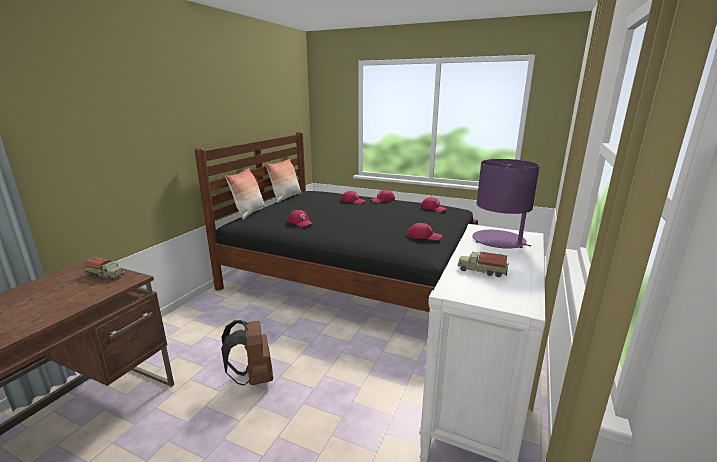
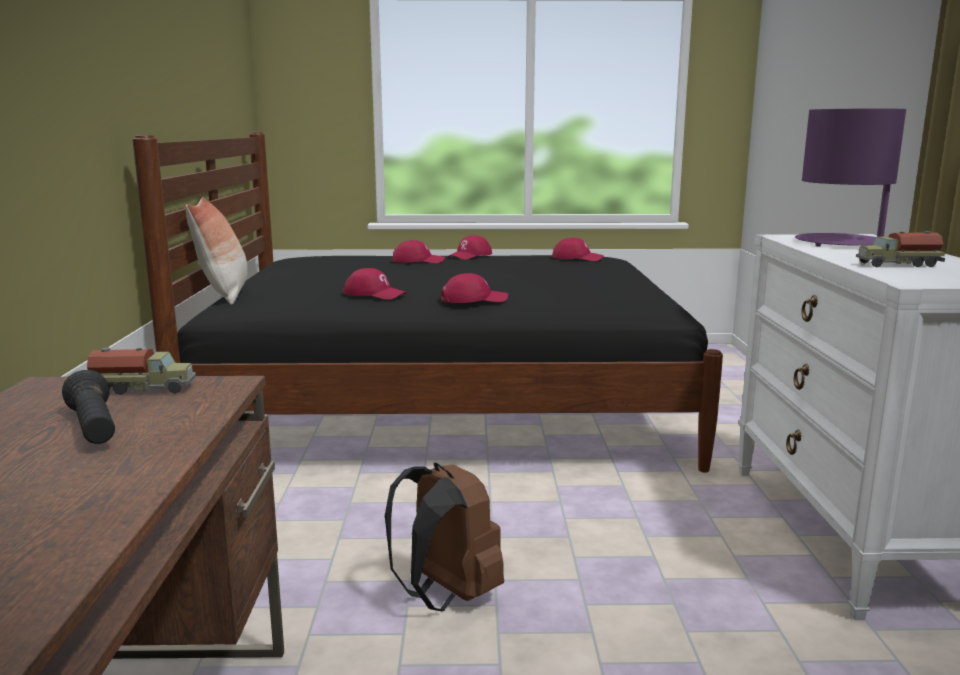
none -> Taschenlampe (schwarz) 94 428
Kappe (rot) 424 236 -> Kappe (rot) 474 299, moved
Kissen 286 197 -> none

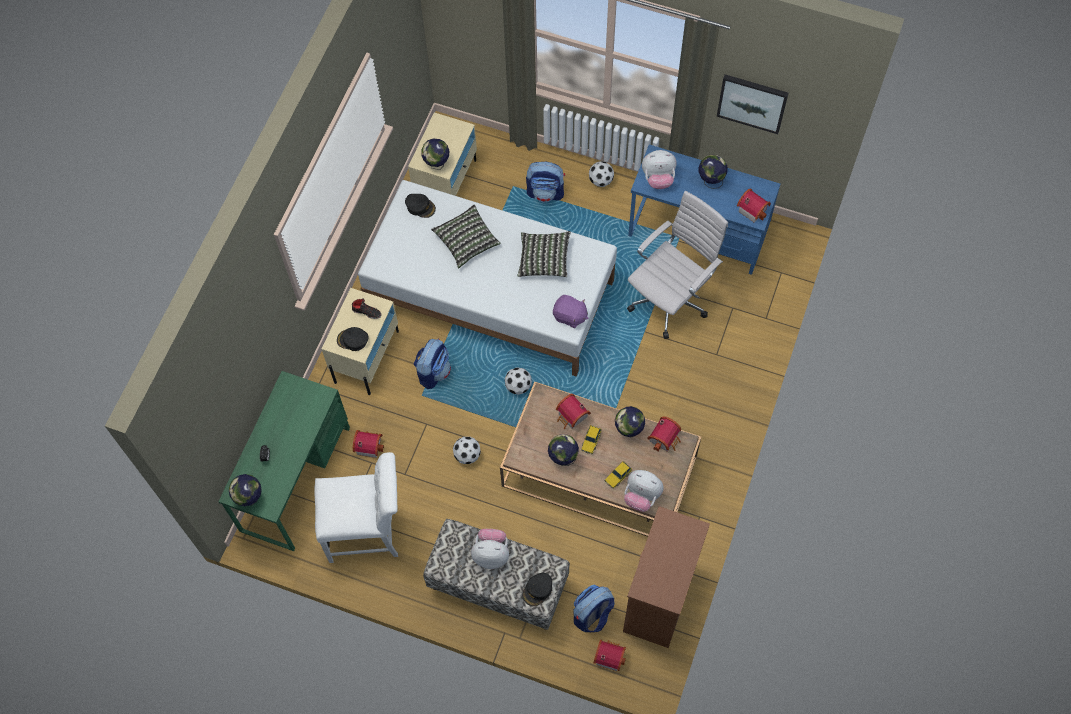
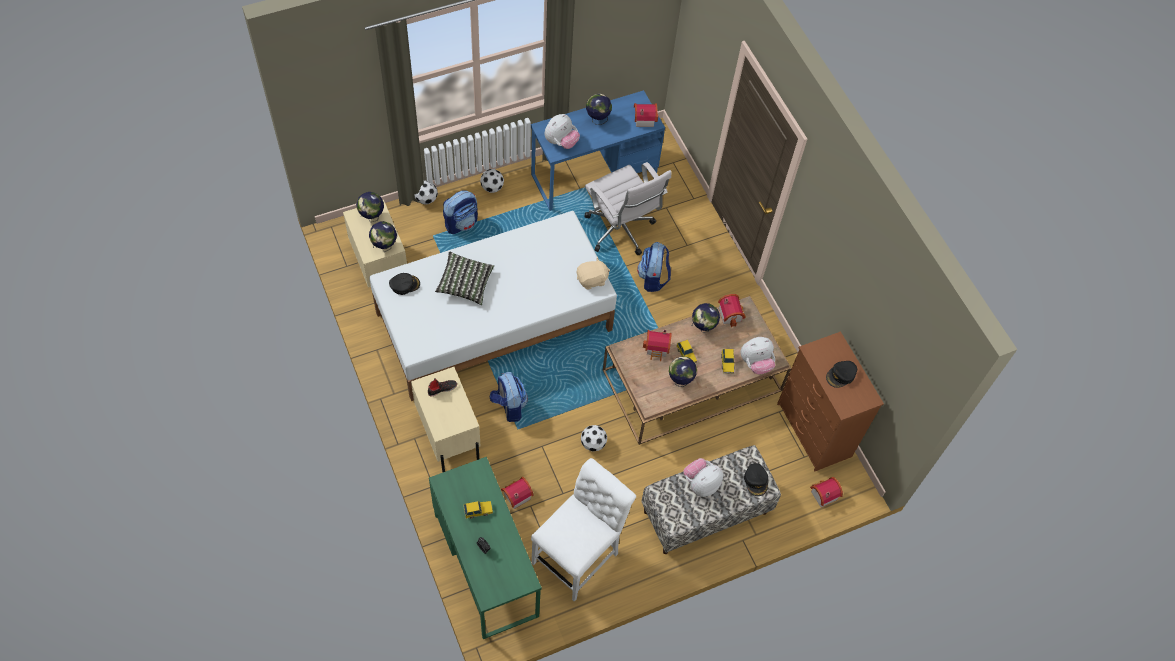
Globus 250 498 -> Globus 372 217, moved
Fußball 518 386 -> Fußball 426 199, moved
none -> Spielzeugauto 478 510
Plüschtier (lila) 570 316 -> Plüschtier (beige) 592 280
Bürostuhl (weiß) 671 299 -> Bürostuhl (weiß) 621 232, 150 degrees clockwise
Rucksack 592 615 -> Rucksack 653 278, moved
Kappe (schwarz) 353 340 -> Kappe (schwarz) 841 375, moved
Kissen 544 259 -> none
Bild 752 102 -> none

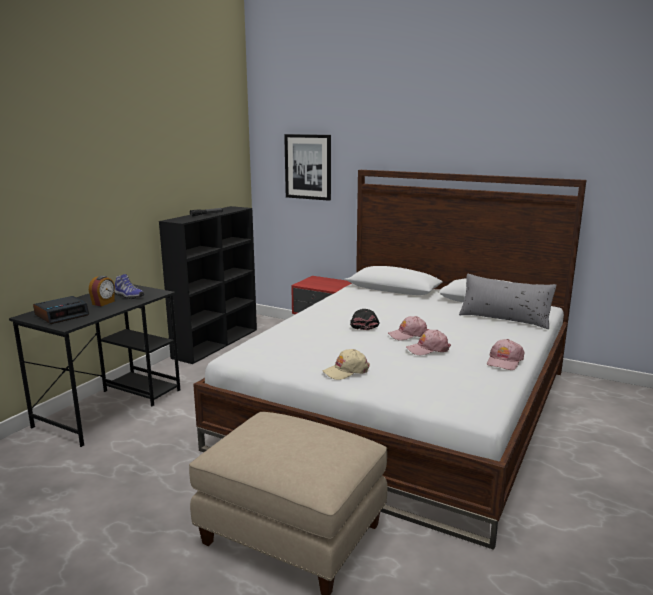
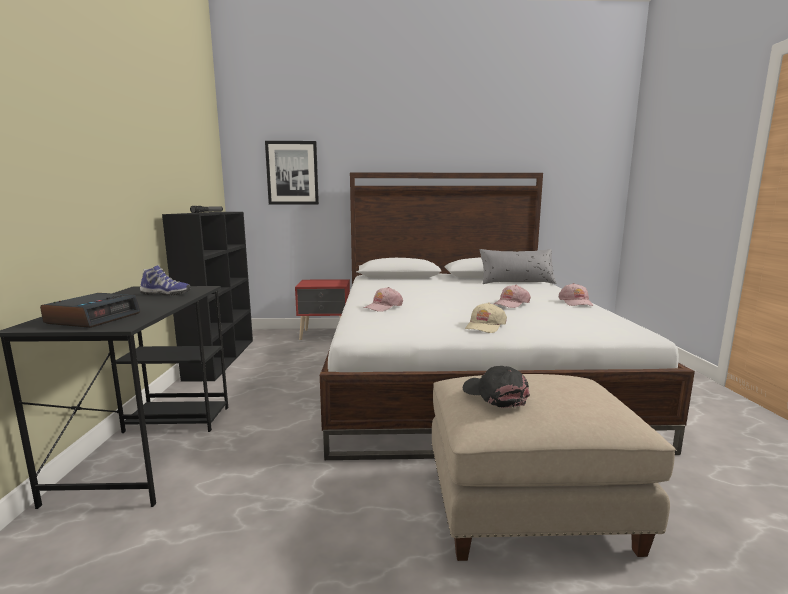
Kappe (rosa) 408 334 -> Kappe (rosa) 383 307, moved
Kappe (schwarz) 363 324 -> Kappe (schwarz) 495 394, moved
Wecker 103 303 -> none

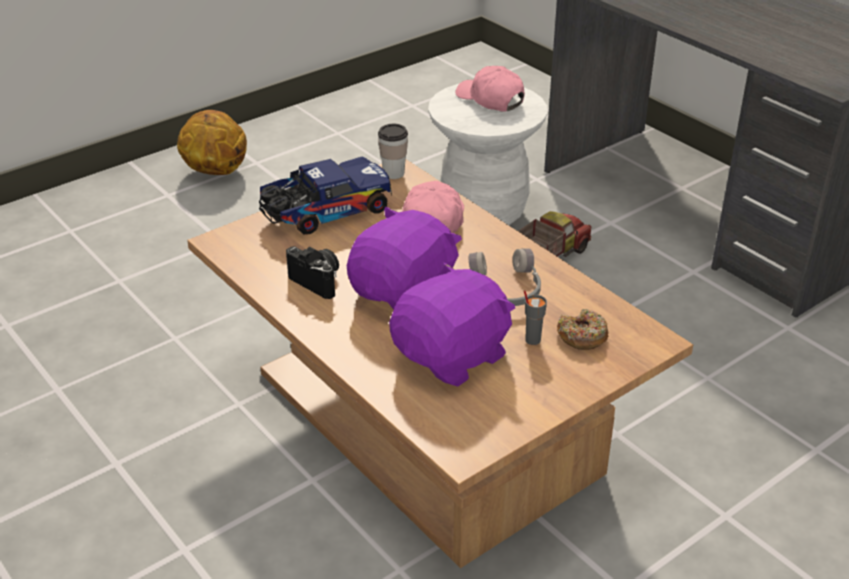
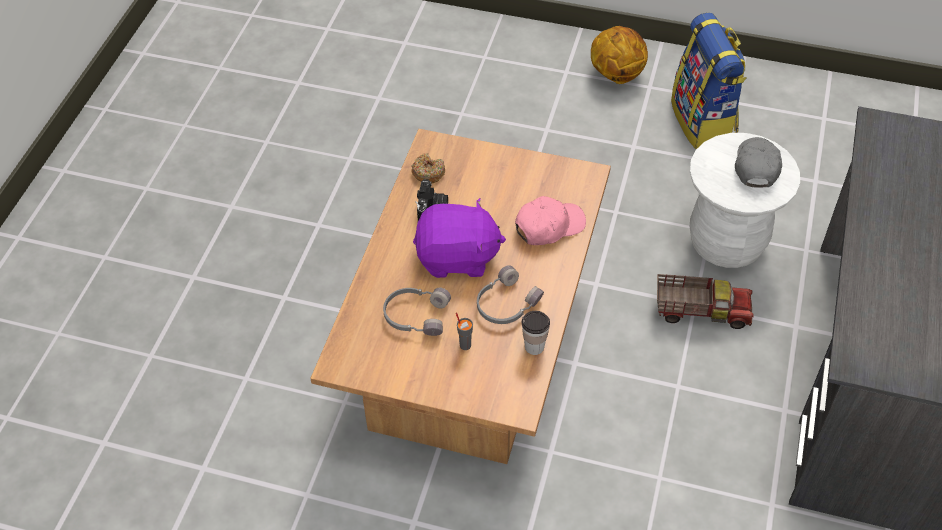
Plüschtier (lila) 453 356 -> Kopfhörer (grau) 416 315
Donut 582 336 -> Donut 428 173, moved
Tasse 393 173 -> Tasse 534 347, moved
none -> Rucksack 703 121
Kappe (rosa) 490 99 -> Kappe (grau) 756 166
Spielzeuglaster 325 213 -> none

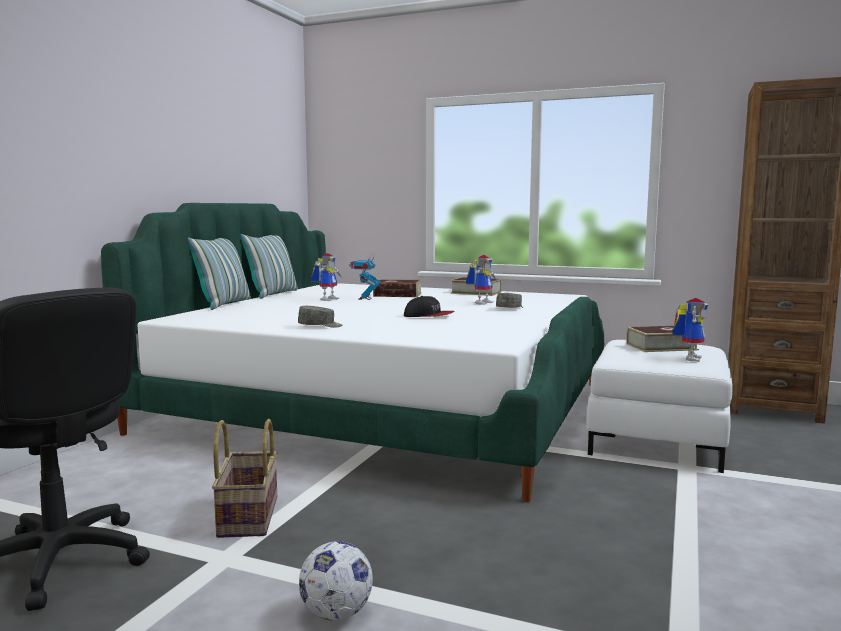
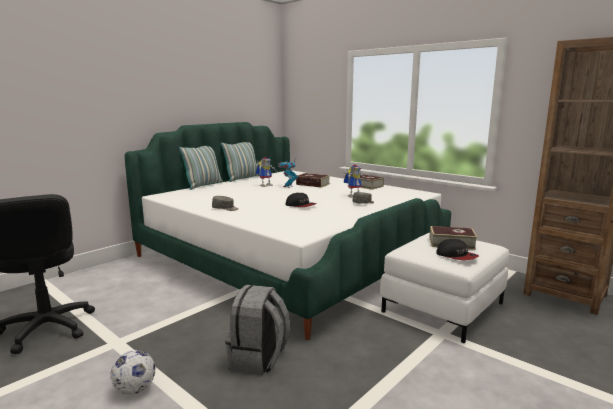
none -> Rucksack (grau) 258 359
Spielzeugroboter 688 358 -> Kappe 456 256
Korb 247 516 -> none

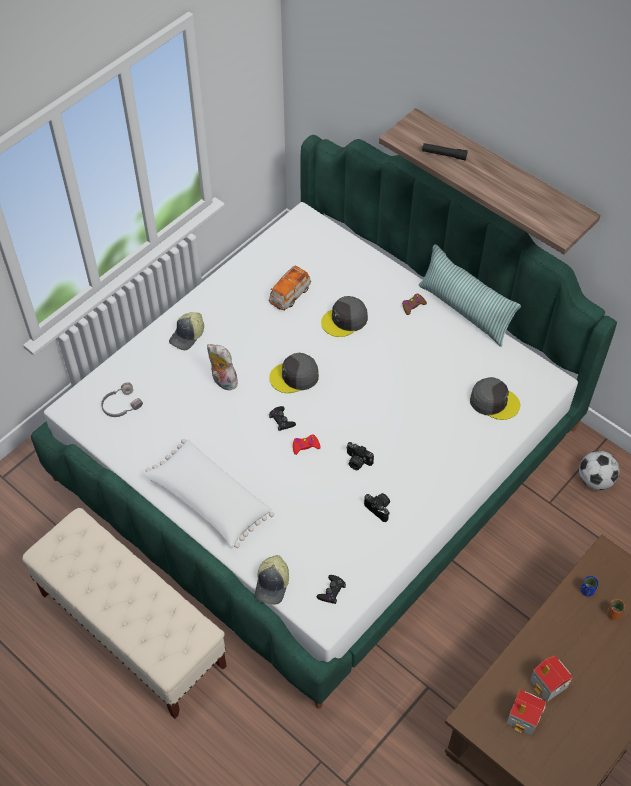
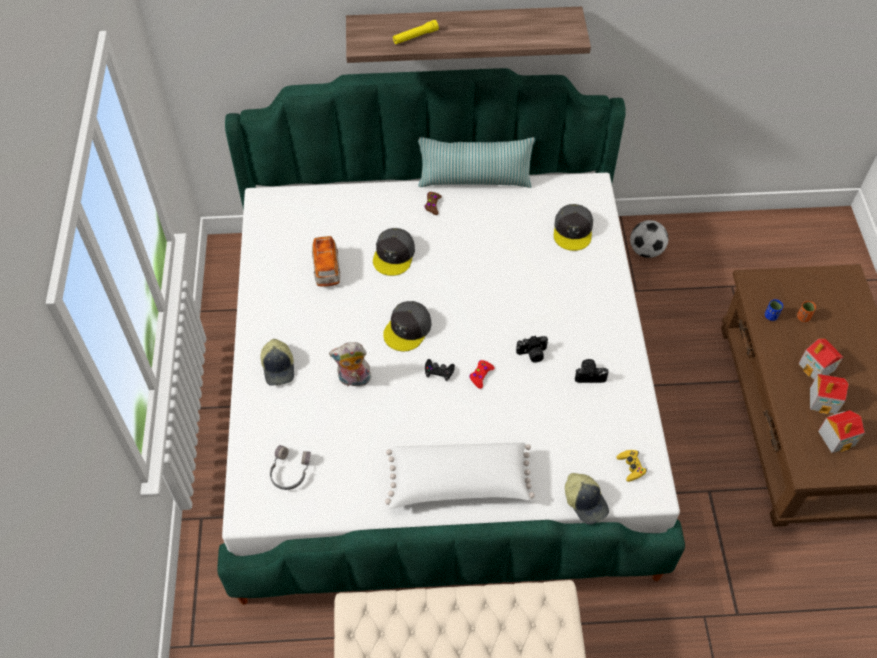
Taschenlampe (schwarz) 444 154 -> Taschenlampe (gelb) 415 36
Kappe (grau) 494 401 -> Kappe (grau) 573 230, 120 degrees clockwise
Gamepad (schwarz) 331 591 -> Gamepad (gelb) 631 466
none -> Spielzeughaus 817 367

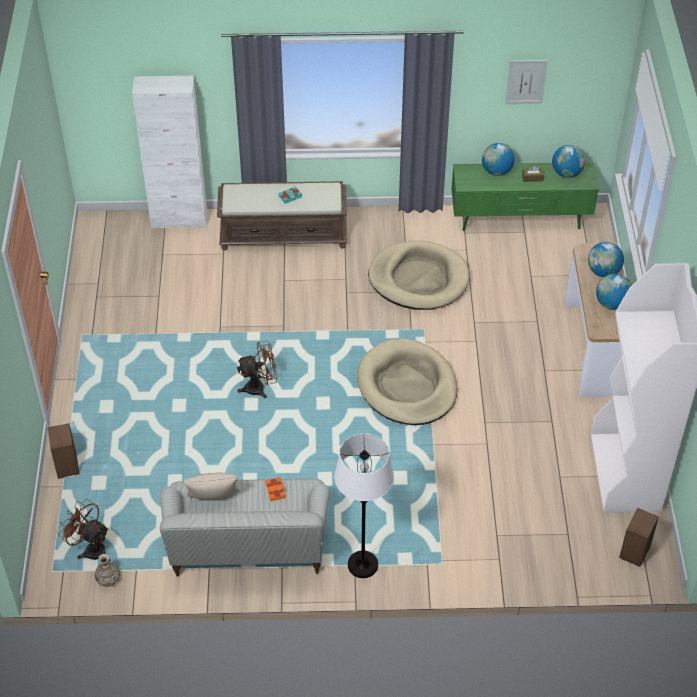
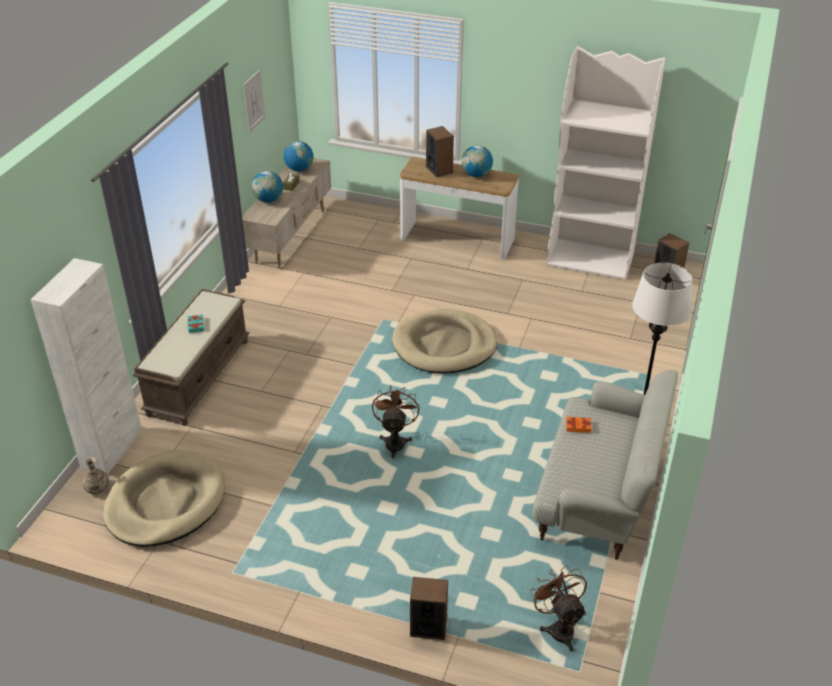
Vase 108 579 -> Vase 97 488, moved
Hundebett (beige) 418 279 -> Hundebett (beige) 165 502, moved
Fernsehschrank (grün) 520 221 -> Fernsehschrank (beige) 291 237
Globus 603 272 -> Lautsprecher 439 170
Ventilator (braun) 91 549 -> Ventilator (braun) 558 627, 105 degrees clockwise
Kissen (beige) 213 501 -> none

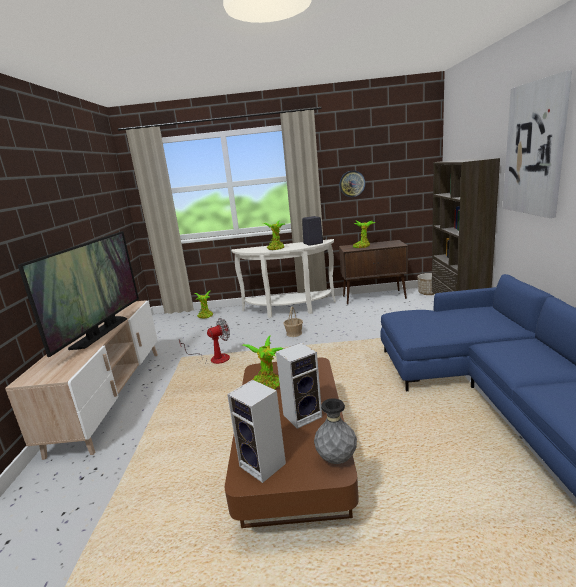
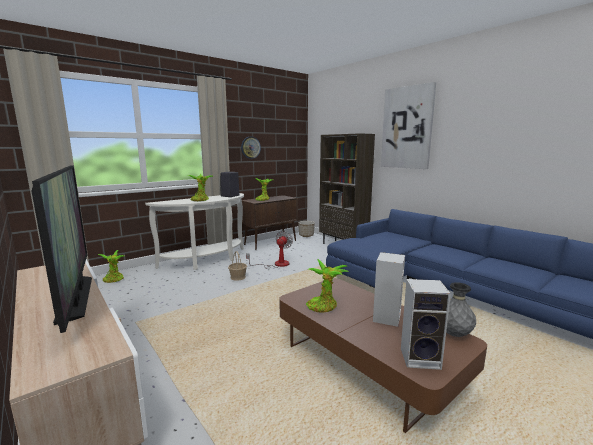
Ventilator 214 359 -> Ventilator 276 264, moved

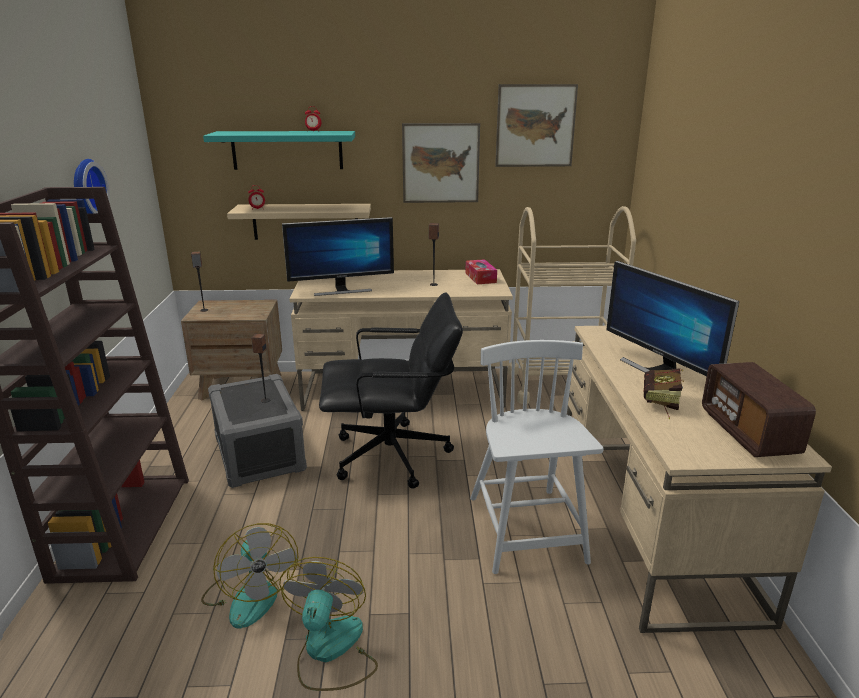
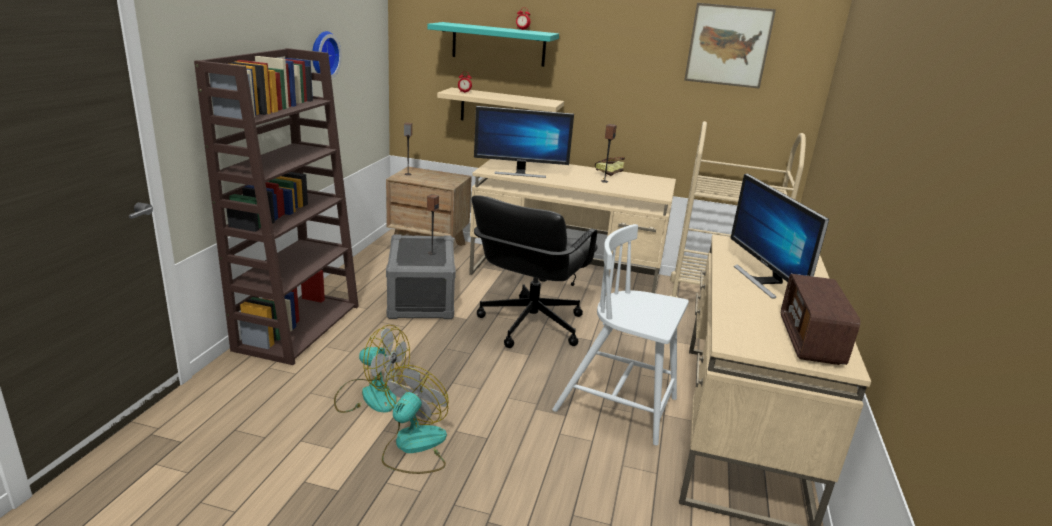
Ventilator 250 595 -> Ventilator 370 395, 60 degrees counterclockwise
Bürostuhl (schwarz) 392 456 -> Bürostuhl (schwarz) 530 324, 105 degrees clockwise
Stuhl (weiß) 526 531 -> Stuhl (weiß) 618 406, 75 degrees counterclockwise
Buch 660 404 -> Buch 607 174, moved
Bild 440 163 -> none
Taschentuchbox 480 277 -> none

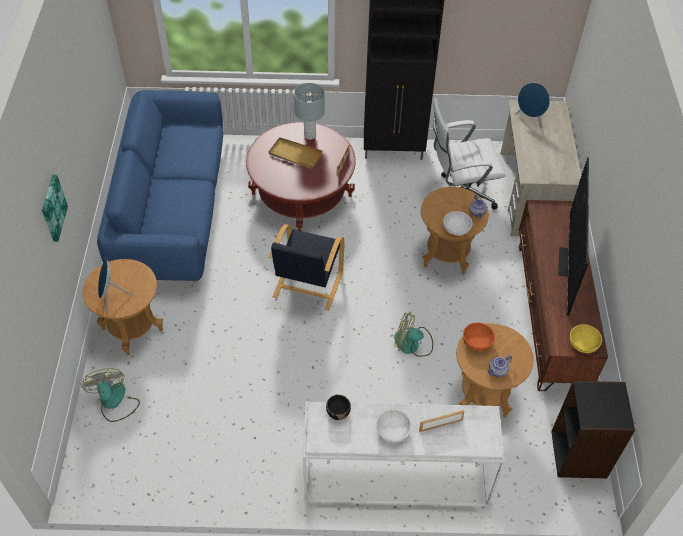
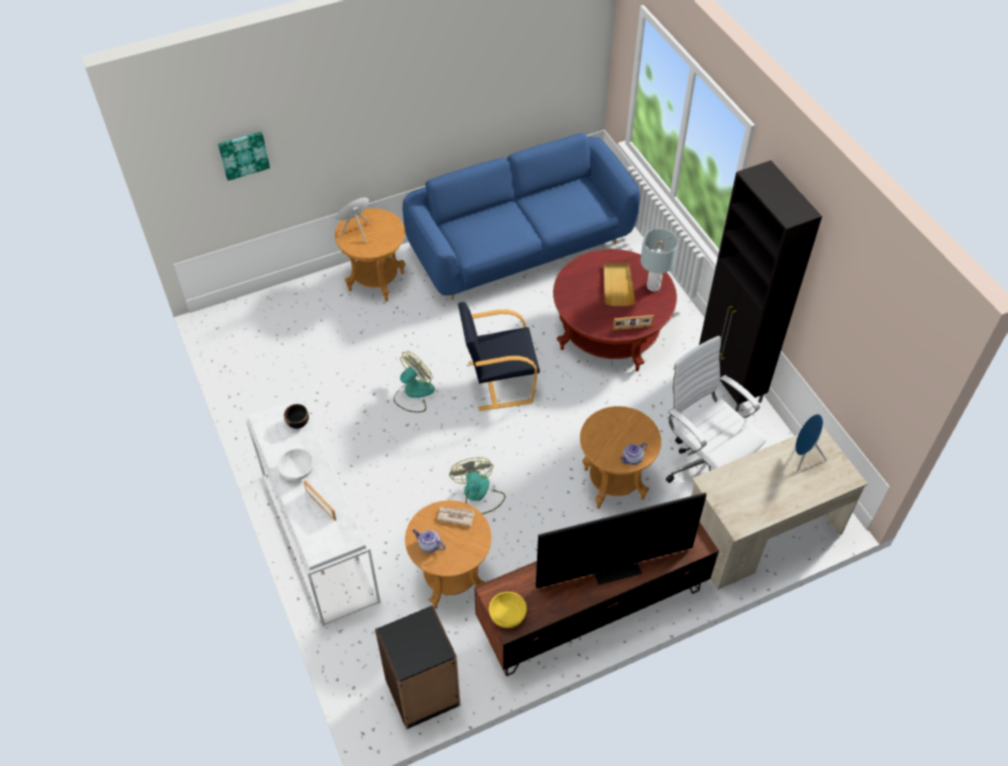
Bild 52 208 -> Bild 243 154, moved
Ventilator 114 402 -> Ventilator 413 393, moved
Schüssel (orange) 477 342 -> Zeitung 455 516
Schüssel (weiß) 456 229 -> none

